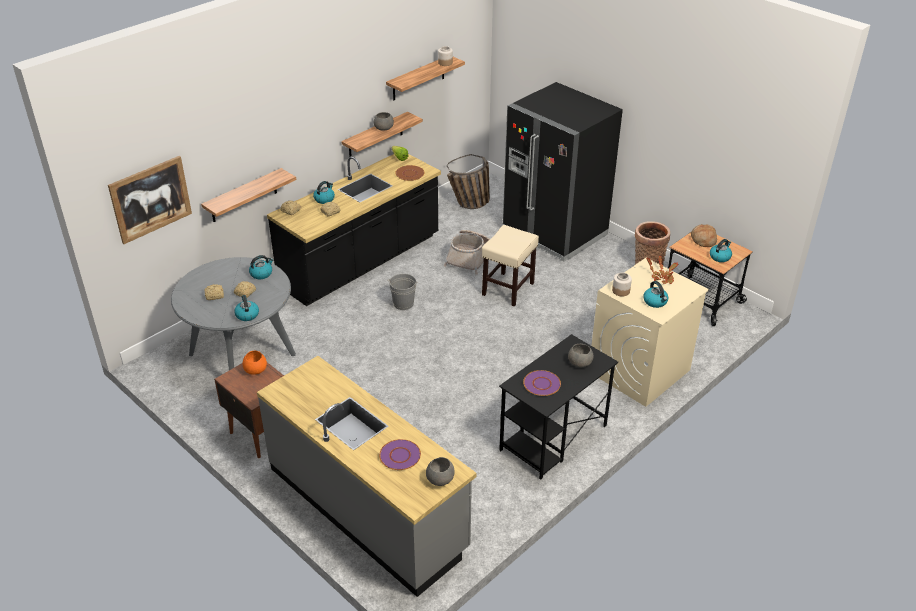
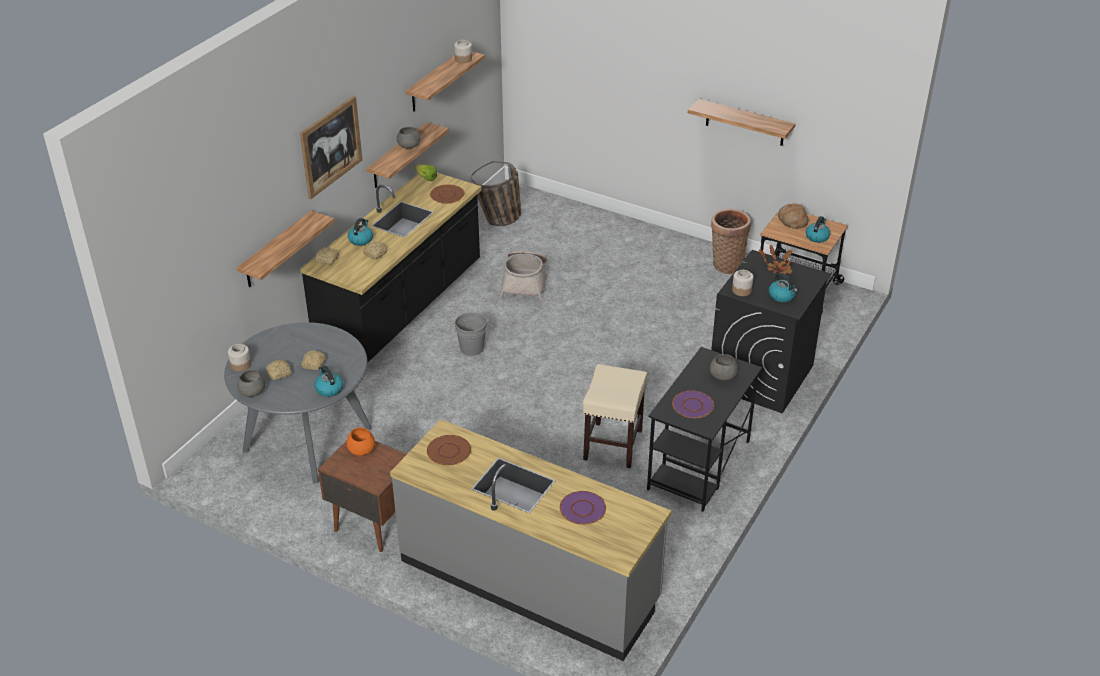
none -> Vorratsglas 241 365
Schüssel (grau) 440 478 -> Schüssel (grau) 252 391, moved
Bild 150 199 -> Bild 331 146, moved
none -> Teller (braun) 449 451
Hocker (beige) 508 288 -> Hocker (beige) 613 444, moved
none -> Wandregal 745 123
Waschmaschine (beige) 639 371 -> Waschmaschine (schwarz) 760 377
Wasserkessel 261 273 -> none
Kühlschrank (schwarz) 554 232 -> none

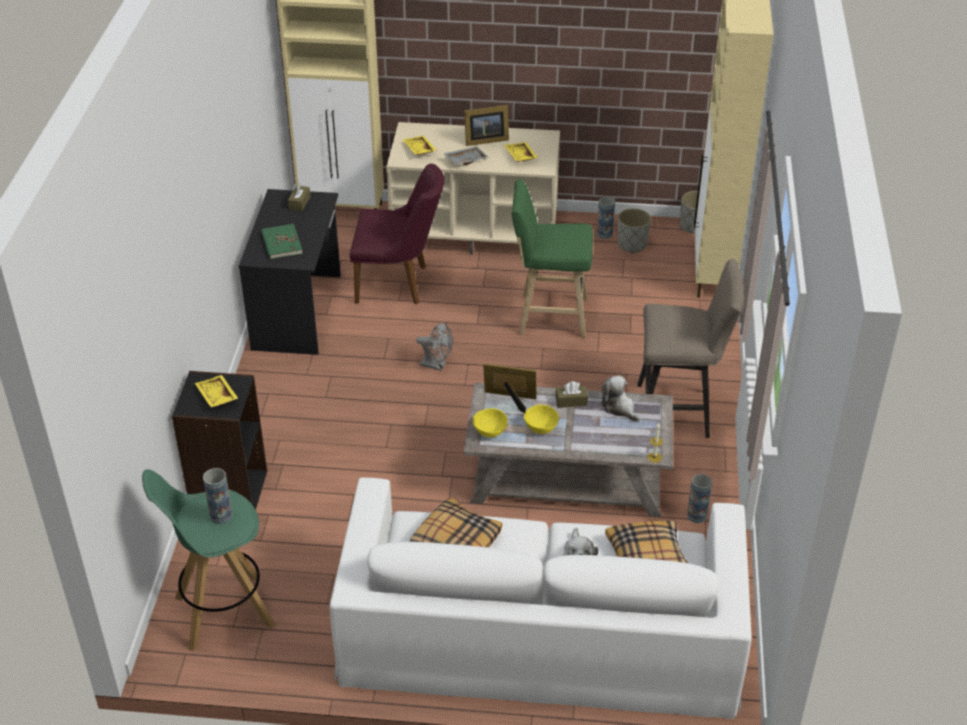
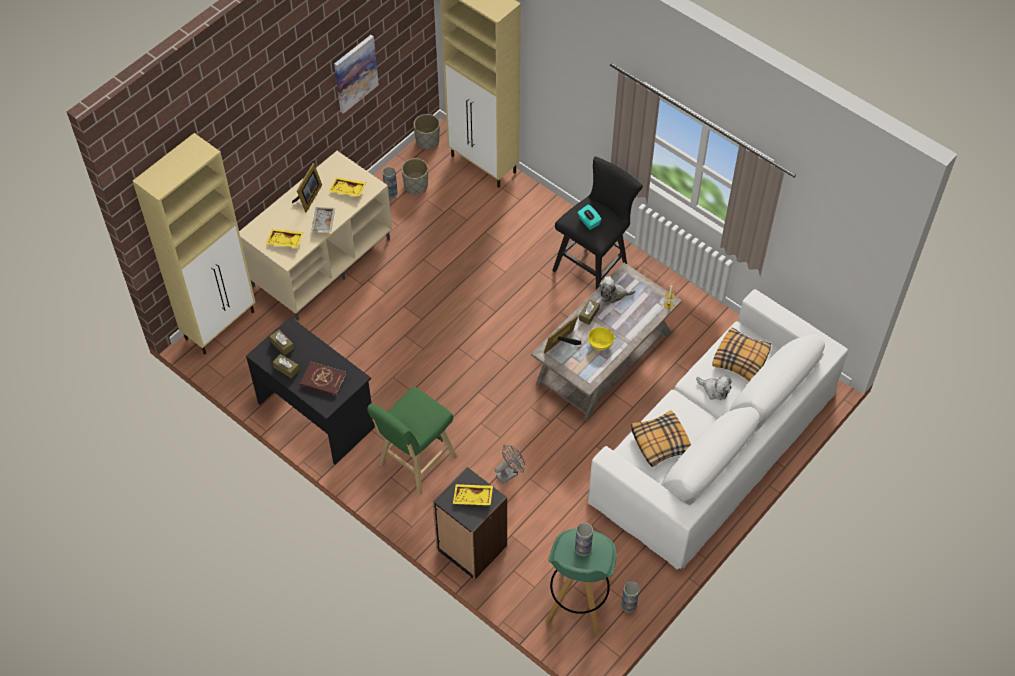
none -> Taschentuchbox (braun) 286 368
Buch (grün) 281 243 -> Buch (rot) 323 380
none -> Bild 355 73
Hocker (grün) 549 315 -> Hocker (grün) 415 463, moved
Ventilator (grau) 437 365 -> Ventilator (grau) 509 473, moved
Hocker (beige) 679 412 -> Hocker (schwarz) 594 266
none -> Taschentuchbox (türkis) 588 222
Vase 696 515 -> Vase 629 605, moved
Stuhl (lila) 399 284 -> none
Schüssel (gelb) 489 432 -> none

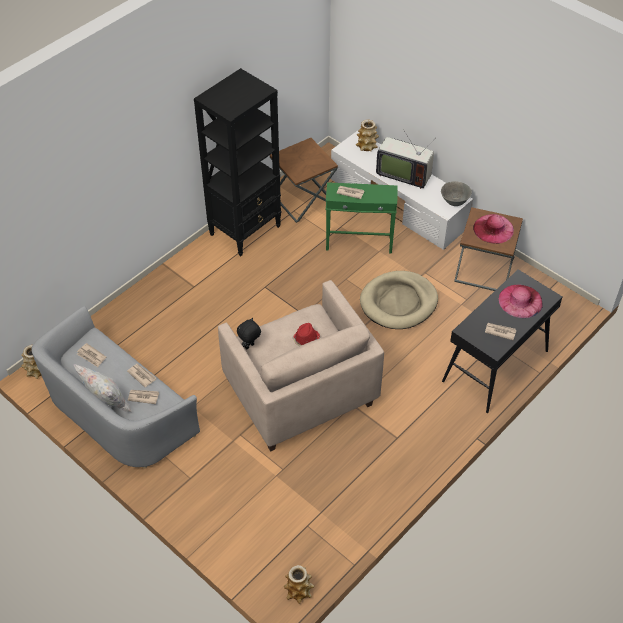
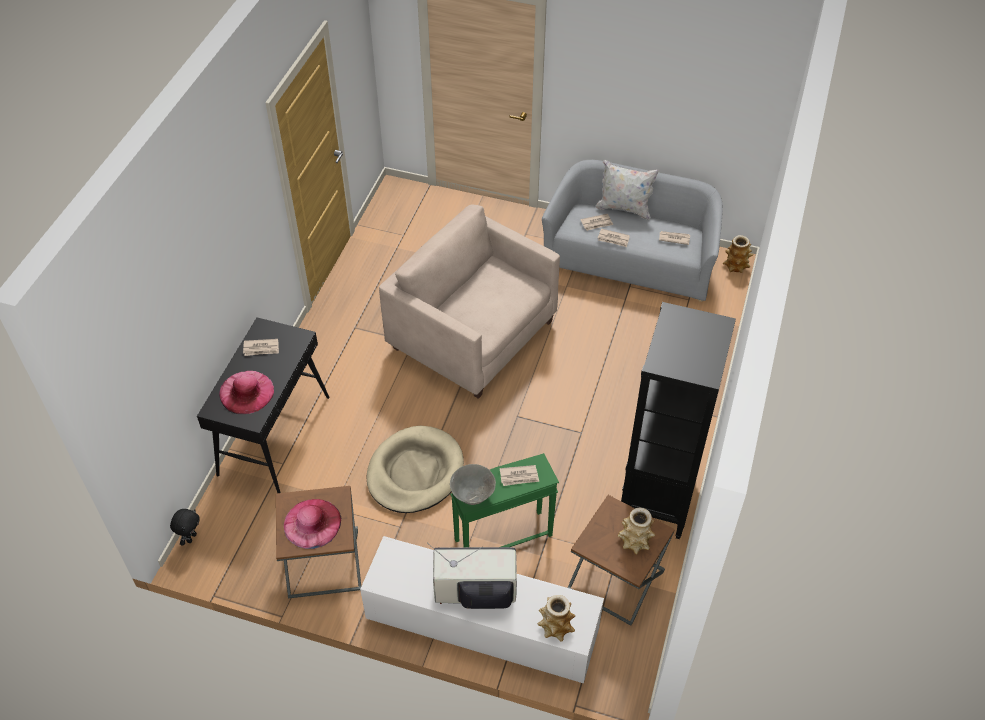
Plüschtier (schwarz) 249 346 -> Plüschtier (schwarz) 191 537, moved
Schüssel (grau) 454 202 -> Schüssel (grau) 472 494, moved
Vase 299 591 -> Vase 635 541, moved
Hut (rot) 305 339 -> none

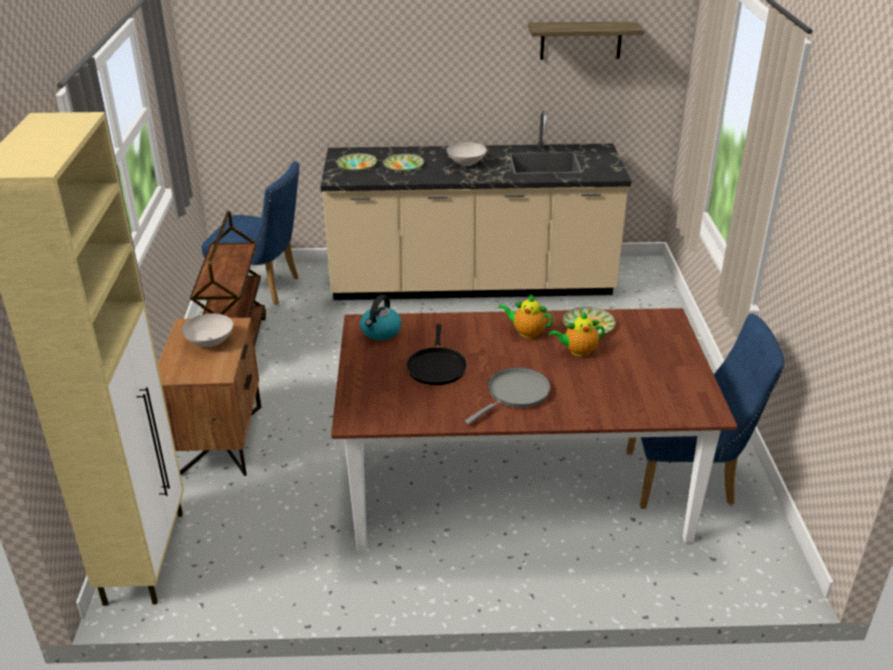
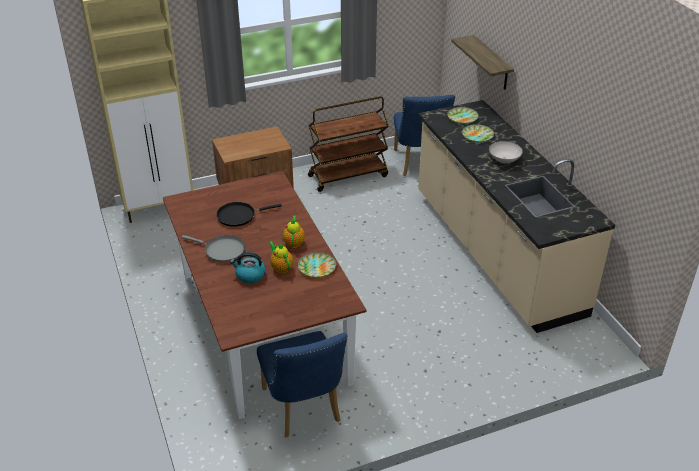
Wasserkessel 380 332 -> Wasserkessel 250 275, moved
Wandregal 581 40 -> Wandregal 491 63, moved
Schüssel (weiß) 209 342 -> none

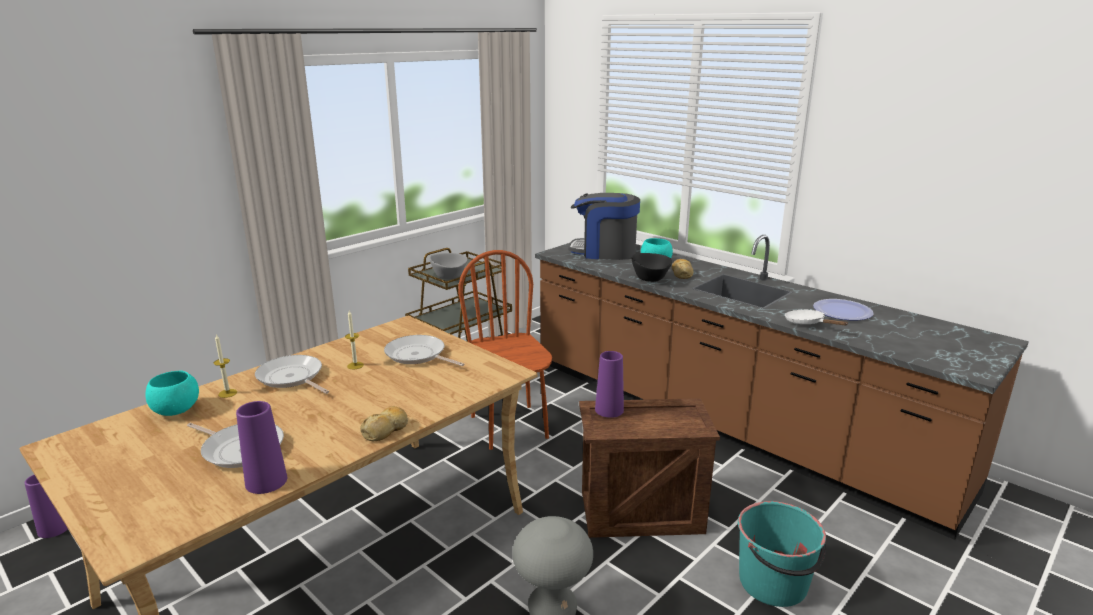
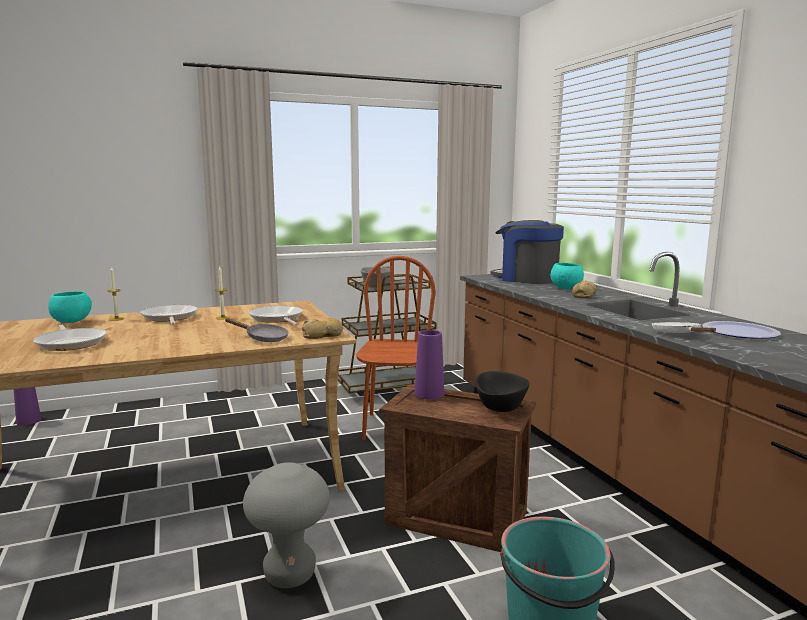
none -> Pfanne (grau) 263 338
Brot 386 430 -> Brot 323 335, moved
Schüssel (schwarz) 651 280 -> Schüssel (schwarz) 499 409, moved
Vase (lila) 266 481 -> none

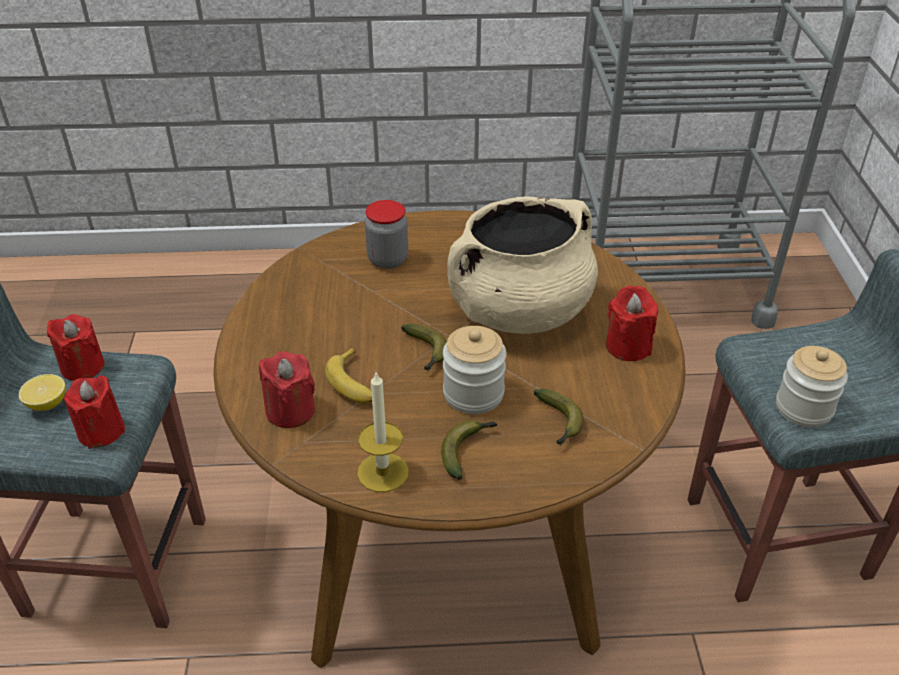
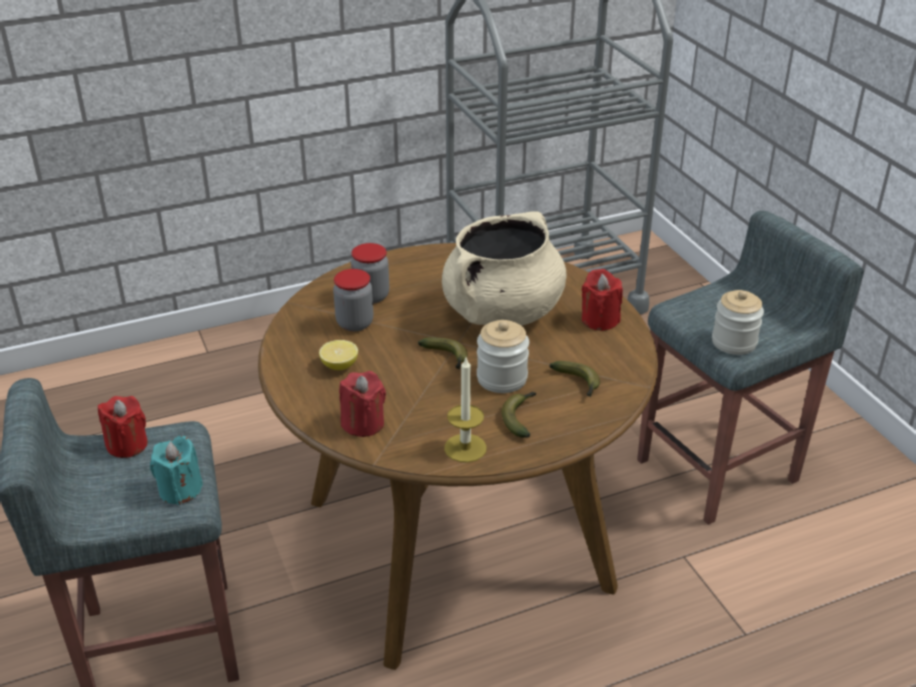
Kerze (rot) 101 431 -> Kerze (türkis) 180 490
Zitrone 47 404 -> Zitrone 339 366, moved
none -> Vorratsglas 355 323
Banane 355 384 -> none

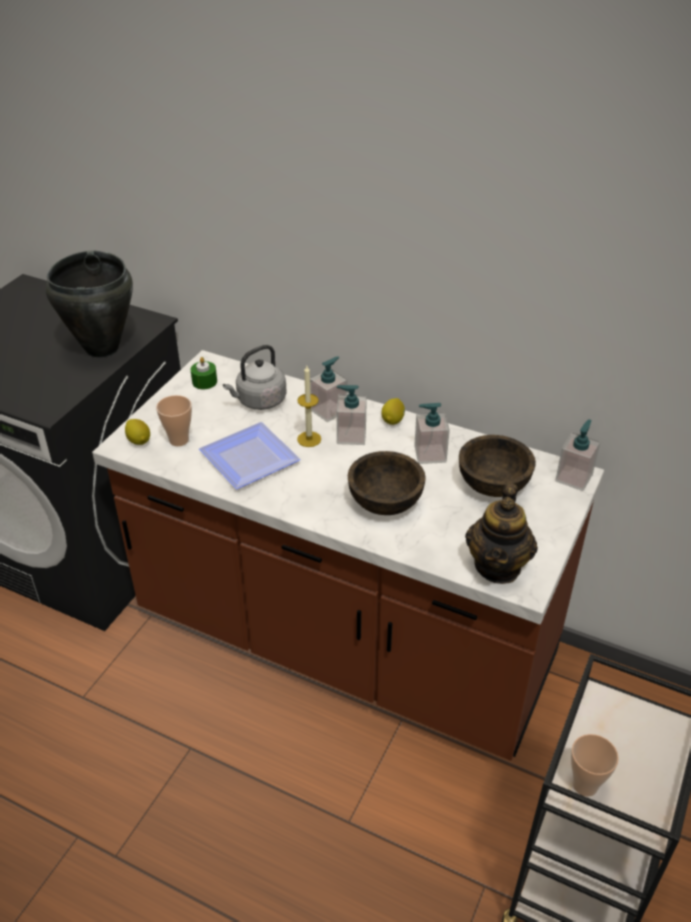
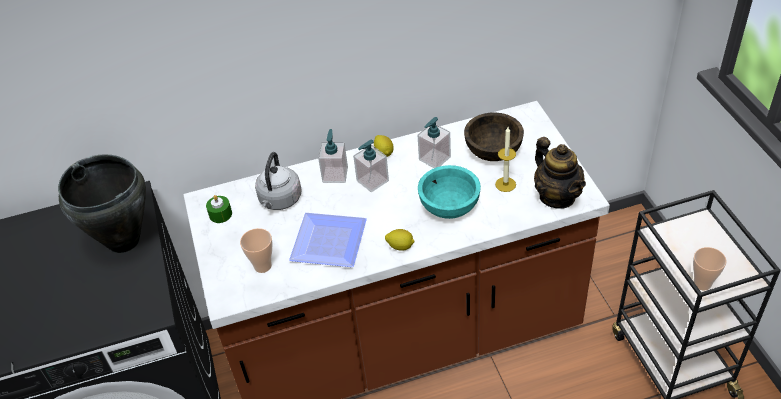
Zitrone 139 440 -> Zitrone 400 246, moved
Schüssel (braun) 386 501 -> Schüssel (türkis) 449 206
Kerze 309 439 -> Kerze 505 184, moved
Seifenspender 574 477 -> none

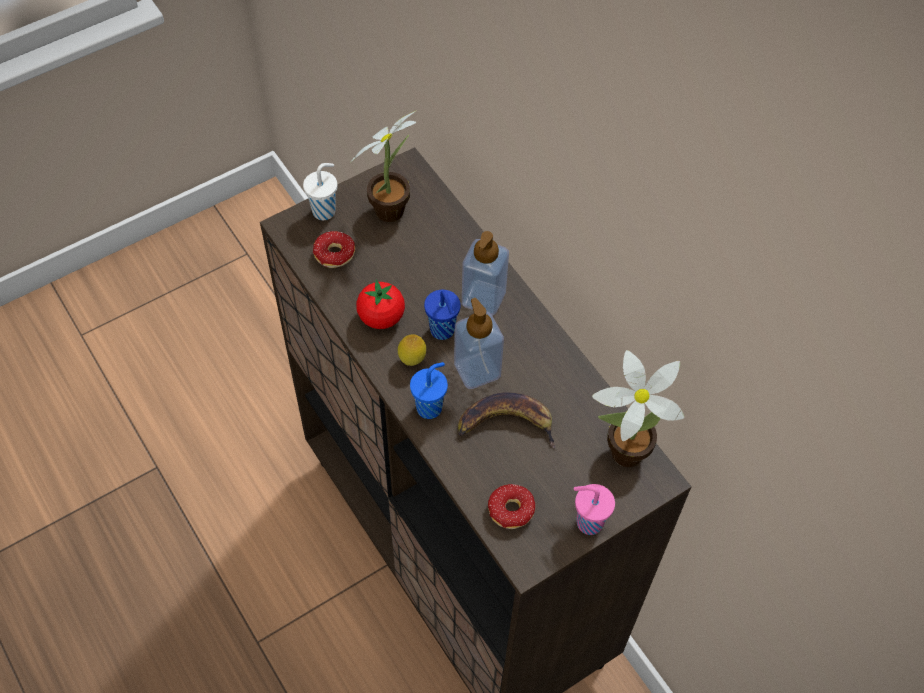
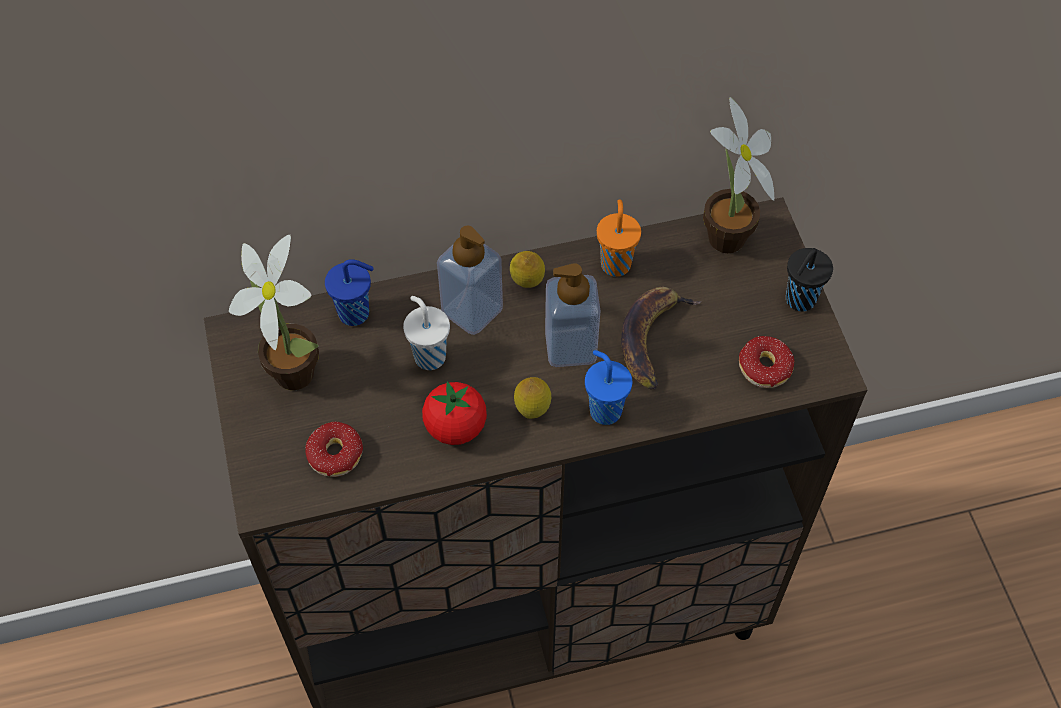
Tasse (blau) 443 331 -> Tasse (blau) 356 313, moved
Tasse (weiß) 325 210 -> Tasse (weiß) 429 355, moved
none -> Zitrone 527 283
none -> Tasse (orange) 615 263
Tasse (rosa) 587 522 -> Tasse (schwarz) 799 301

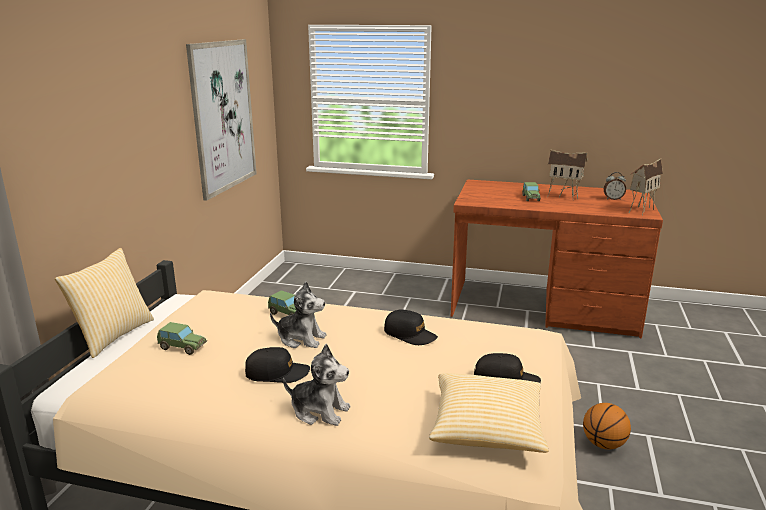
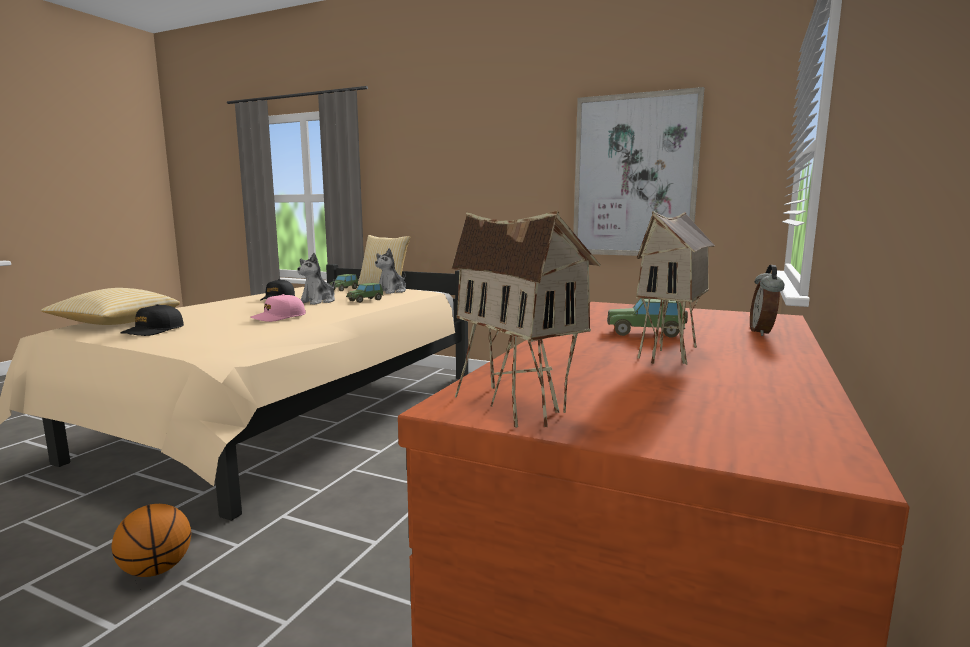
Kappe (schwarz) 410 334 -> Kappe (rosa) 279 317
Plüschtier 319 411 -> Plüschtier 391 291, moved
Wecker 613 199 -> Wecker 763 333, moved

